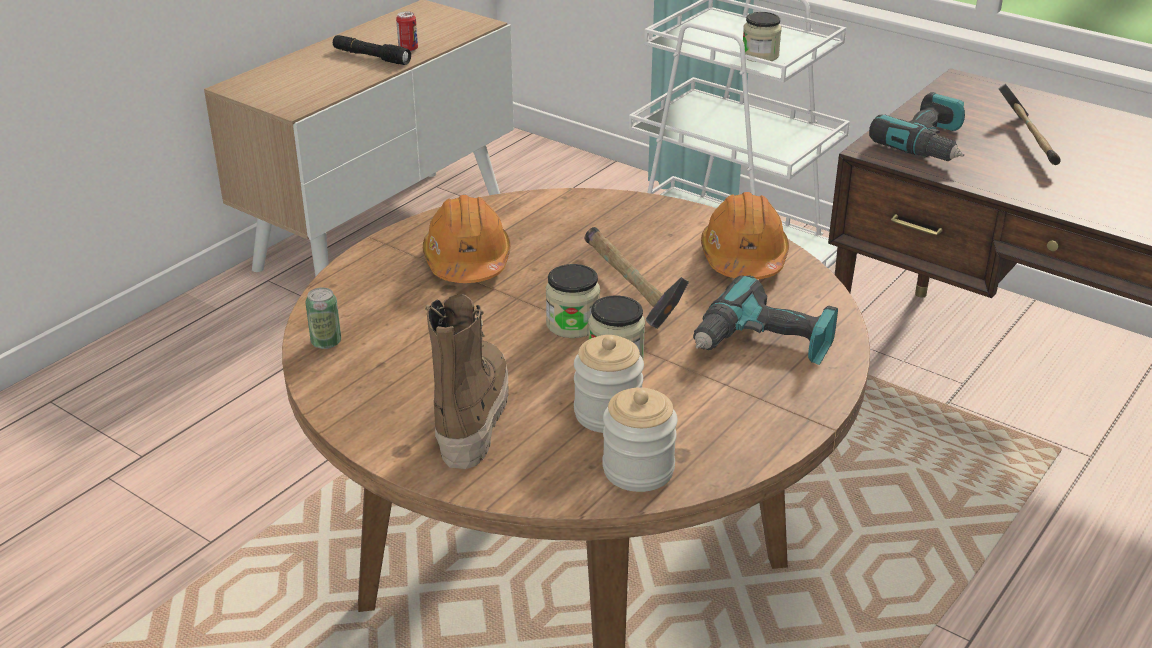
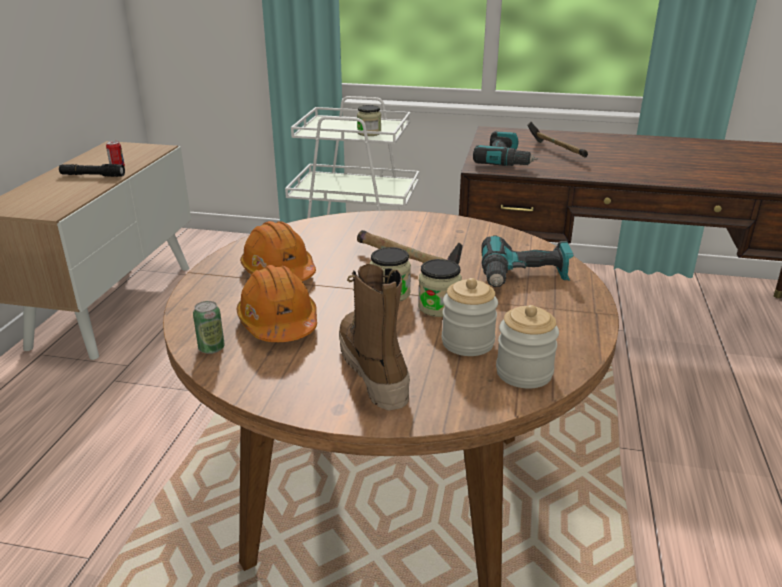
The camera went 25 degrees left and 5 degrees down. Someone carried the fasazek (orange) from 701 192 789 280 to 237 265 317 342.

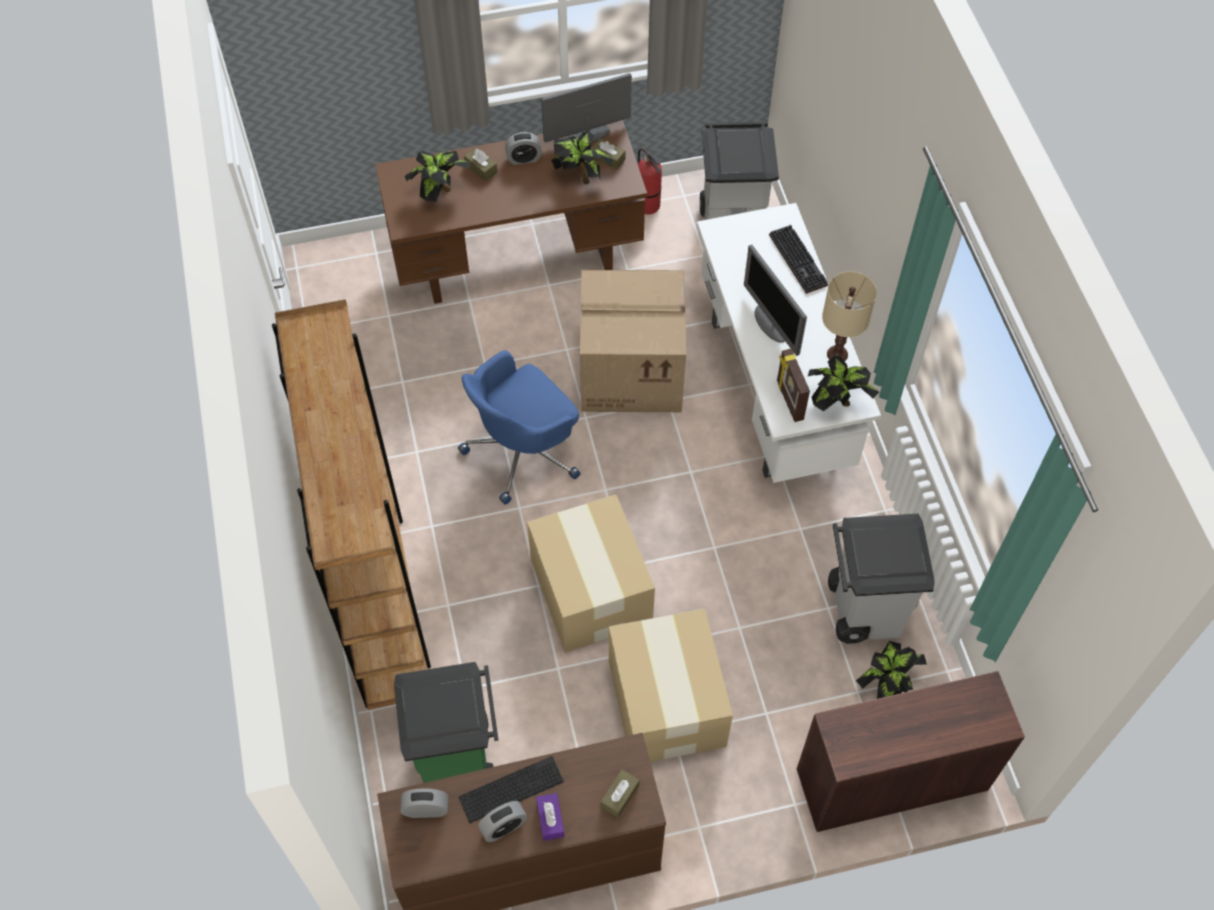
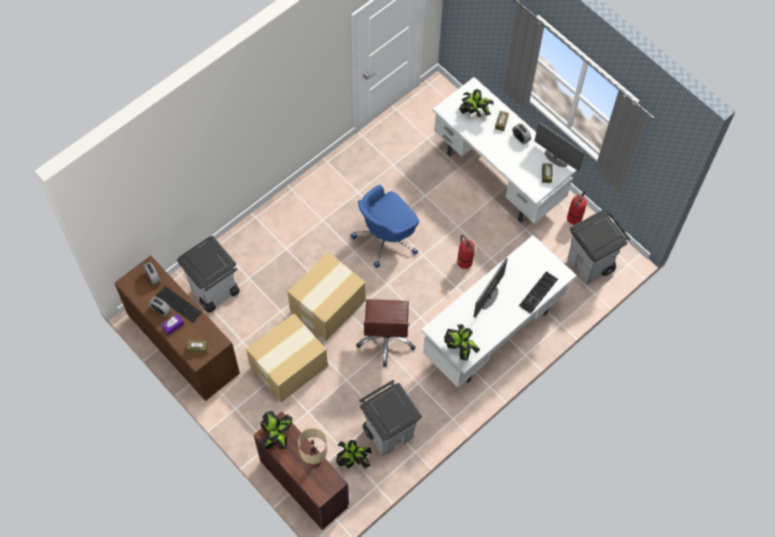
The camera went 60 degrees right and 5 degrees up. Someone repainted the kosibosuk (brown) at 375 120 647 304, which became the kosibosuk (white) at 433 77 577 224. Someone carried the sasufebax from 551 131 613 184 to 260 411 292 450. Someone swapped the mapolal at 580 270 686 412 for the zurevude at 457 235 475 269. Someone carried the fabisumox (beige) from 822 271 877 361 to 298 428 327 468. Someone took away the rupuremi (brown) at 272 299 431 710. Someone took away the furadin at 777 349 810 422. Someone rotated the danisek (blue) at 458 350 581 505 by 60 degrees counterclockwise. Someone repainted the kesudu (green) at 394 662 499 783, which became the kesudu (grey) at 177 236 240 313. Someone put down the danisek (brown) at 356 299 415 367.

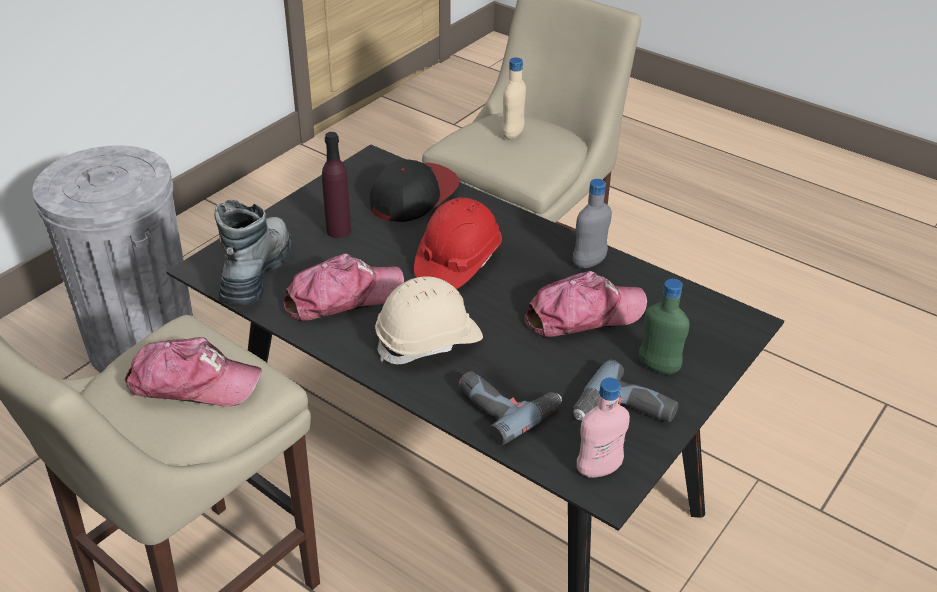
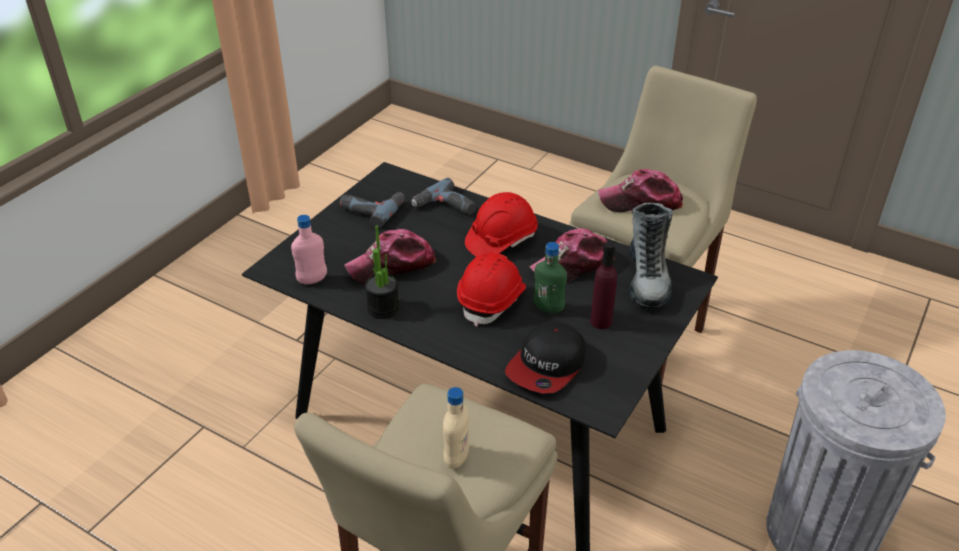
The camera went 175 degrees right and 0 degrees up. Someone swapped the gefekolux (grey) at 573 179 612 268 for the sasufebax at 365 225 400 319. Someone repainted the fasazek (beige) at 375 276 483 364, which became the fasazek (red) at 465 192 538 257. Someone carried the gefekolux (green) from 639 279 690 375 to 533 242 567 313. Someone carried the gefekolux (pink) from 577 378 630 478 to 291 215 327 285.

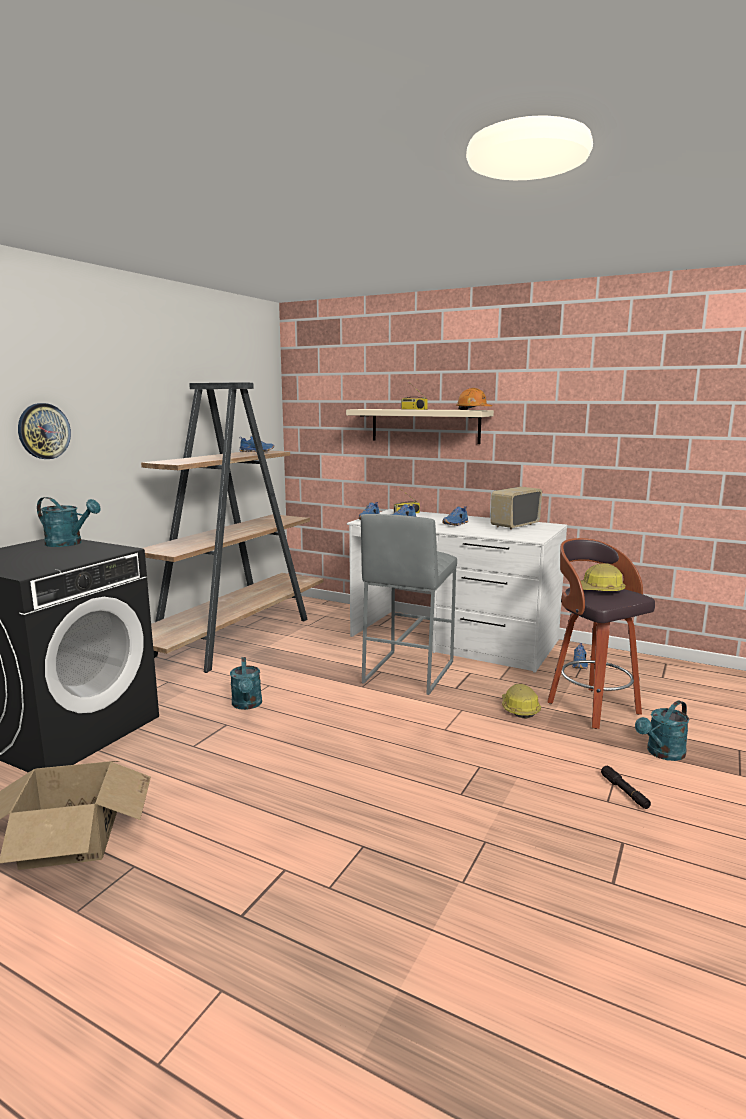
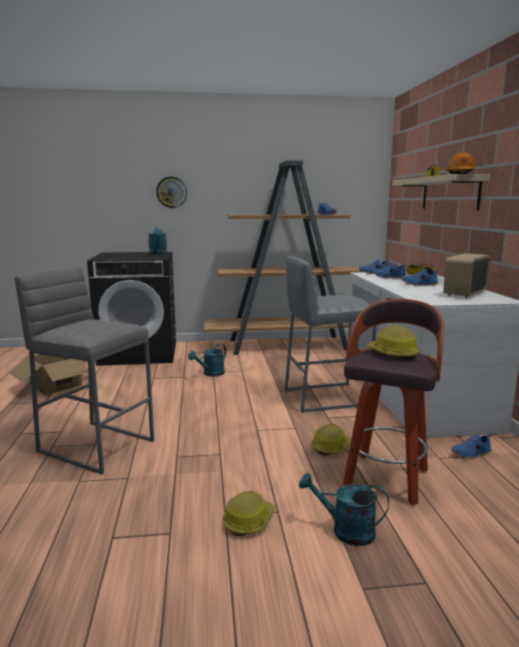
The camera went 55 degrees right and 0 degrees up. Someone rotated the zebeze at 491 487 542 530 by 60 degrees counterclockwise. Someone swapped the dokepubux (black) at 601 766 651 809 for the fasazek at 223 491 275 536. Someone put down the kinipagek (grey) at 15 267 154 474.

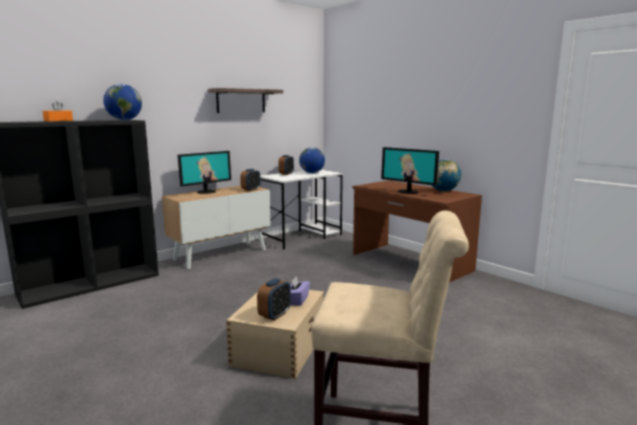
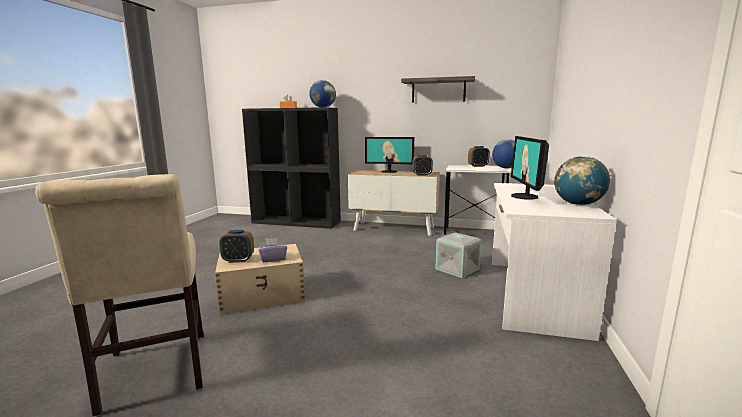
The camera went 55 degrees right and 0 degrees up. Someone repainted the kosibosuk (brown) at 352 180 482 282, which became the kosibosuk (white) at 492 183 617 341. Someone put down the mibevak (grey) at 435 232 481 278.

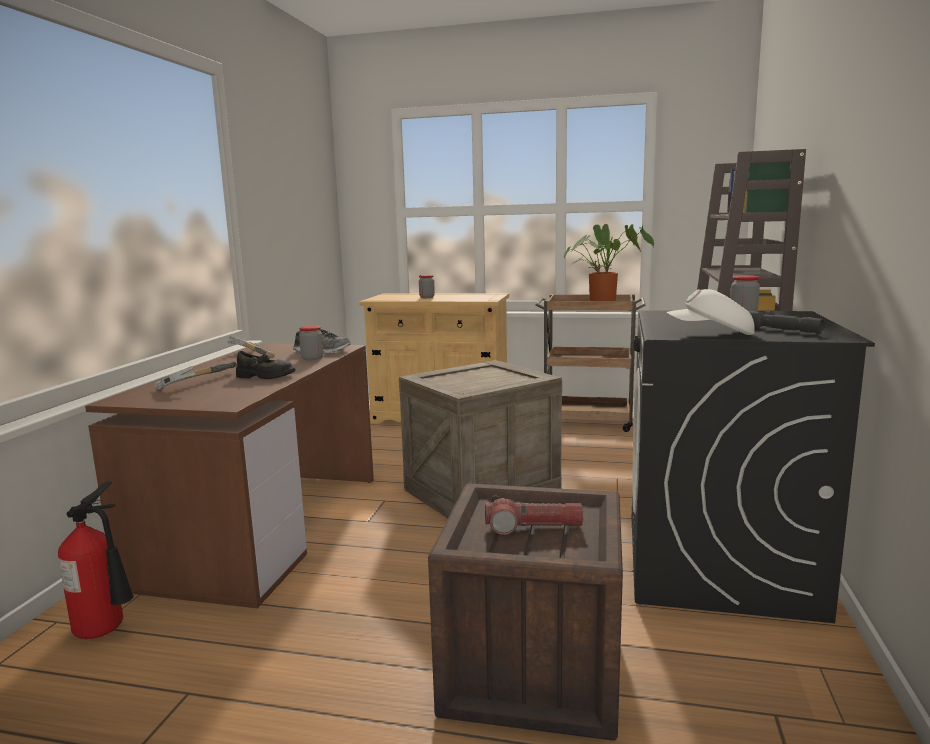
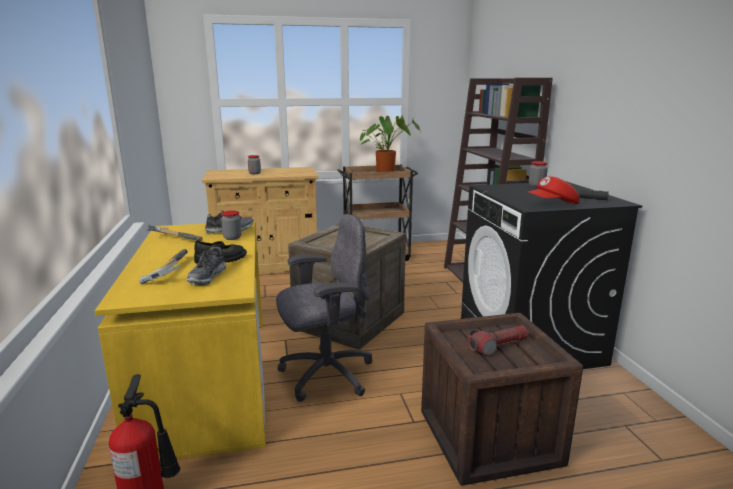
The camera went 25 degrees left and 5 degrees up. Someone repainted the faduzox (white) at 667 289 755 335, which became the faduzox (red) at 528 176 579 204. Someone repainted the kosibosuk (brown) at 85 343 374 608, which became the kosibosuk (yellow) at 95 221 266 461. Someone put down the danisek (grey) at 276 214 372 402. Someone put down the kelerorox at 186 247 226 285.

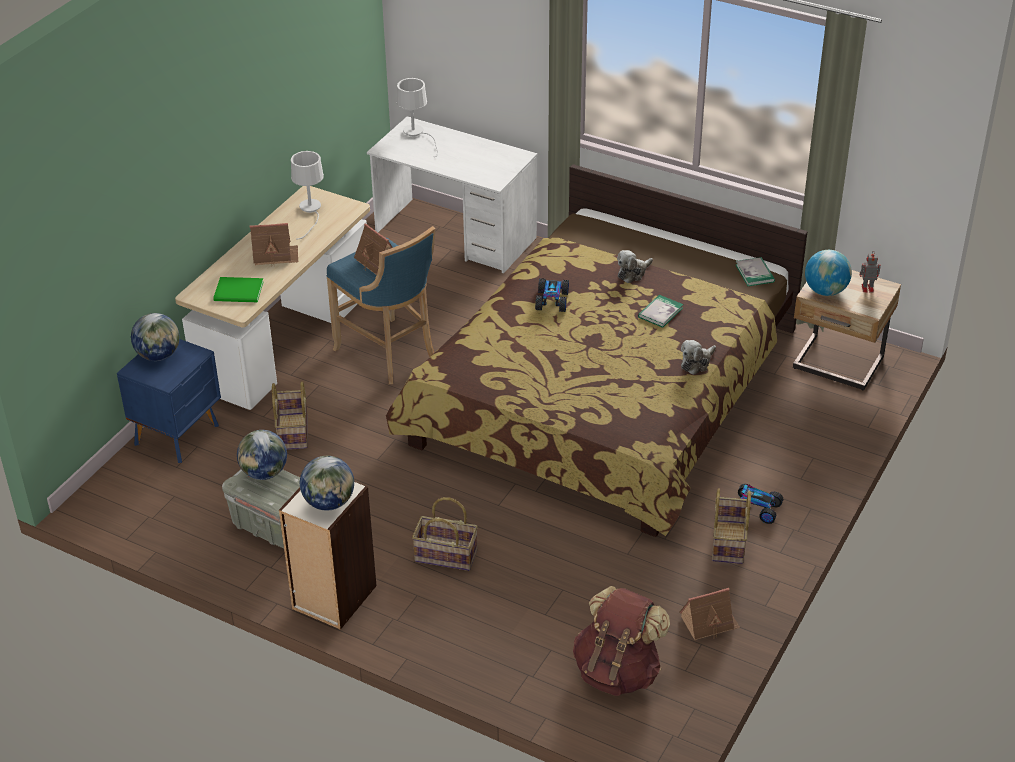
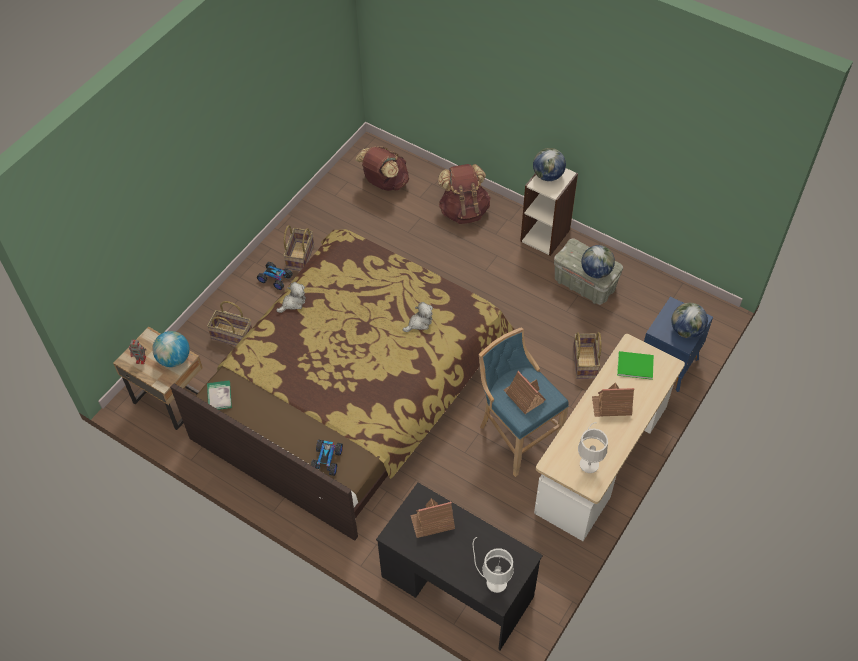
The camera went 175 degrees left and 15 degrees up. Someone repainted the kosibosuk (white) at 367 116 538 274, which became the kosibosuk (black) at 376 483 543 650. Someone carried the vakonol from 617 250 653 283 to 403 302 433 332. Someone carried the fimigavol from 535 278 569 312 to 311 440 343 476. Someone took away the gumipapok at 638 295 683 328. Someone carried the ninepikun from 412 497 478 571 to 207 301 252 345. Someone carried the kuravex from 679 588 740 640 to 410 498 455 538. Someone put down the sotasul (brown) at 438 164 491 224.

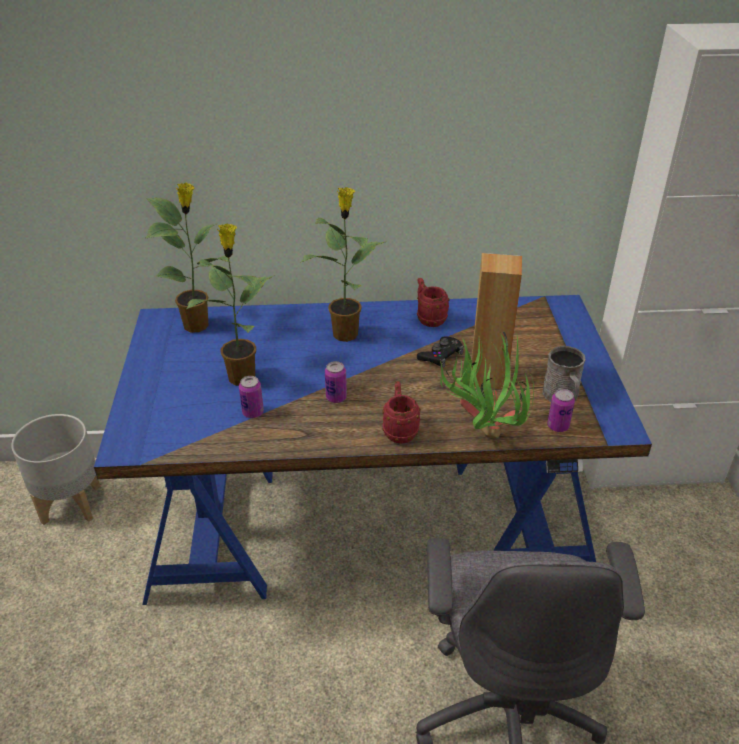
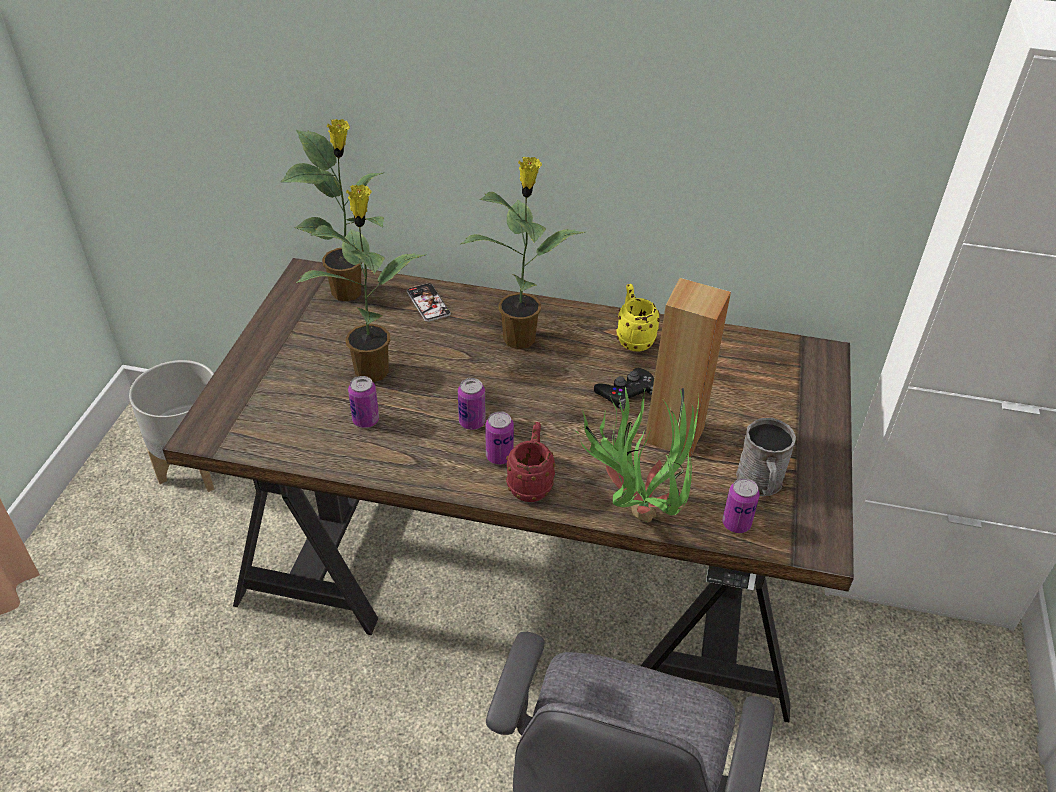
The camera went 15 degrees right and 5 degrees up. Someone repainted the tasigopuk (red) at 417 278 450 327, which became the tasigopuk (yellow) at 616 284 660 352. Someone repainted the kosibosuk (blue) at 94 295 652 605, which became the kosibosuk (brown) at 162 258 854 722. Someone put down the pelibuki at 407 283 451 322. Someone put down the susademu at 485 411 514 464.

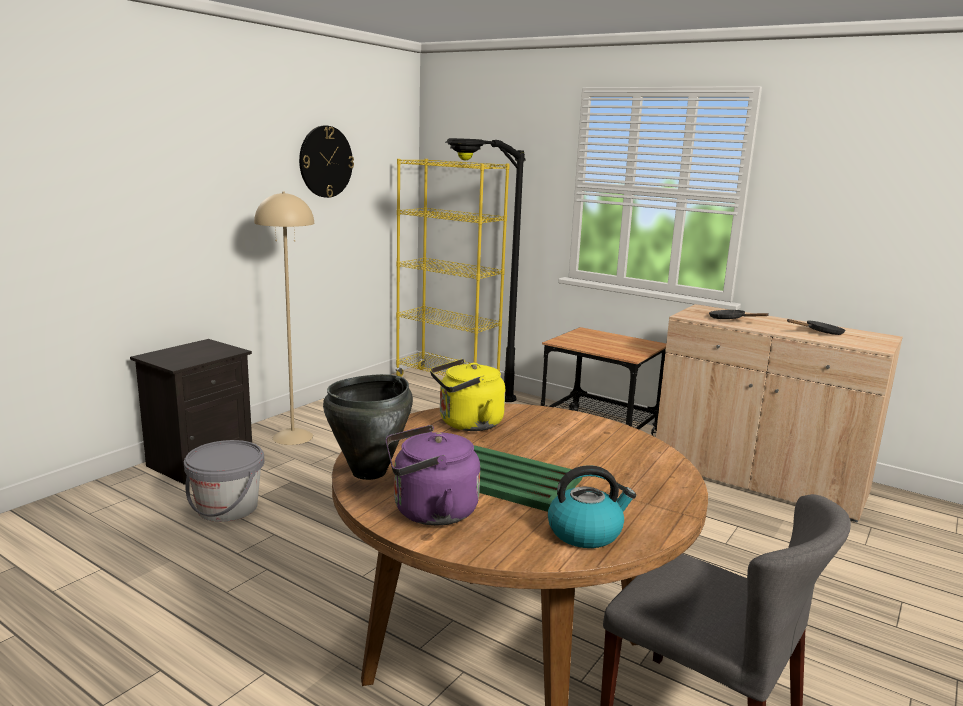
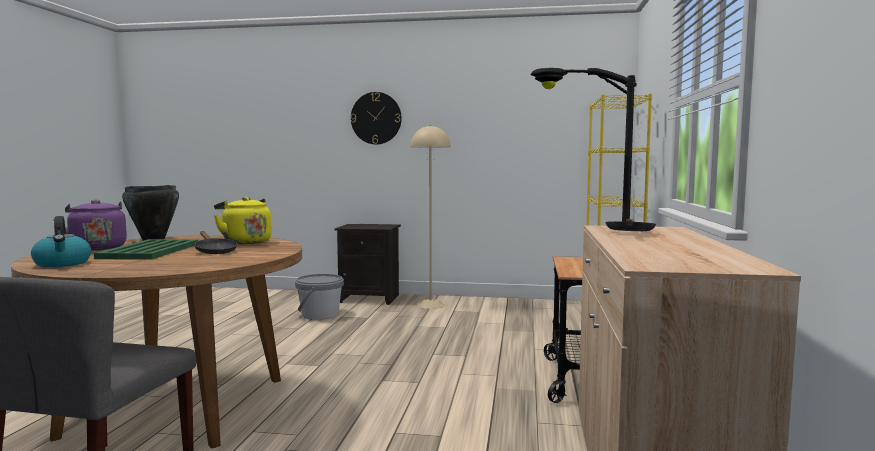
The camera went 65 degrees right and 10 degrees down. Someone carried the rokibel from 299 126 354 198 to 351 92 402 145. Someone carried the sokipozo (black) from 787 319 846 335 to 194 231 237 254.

